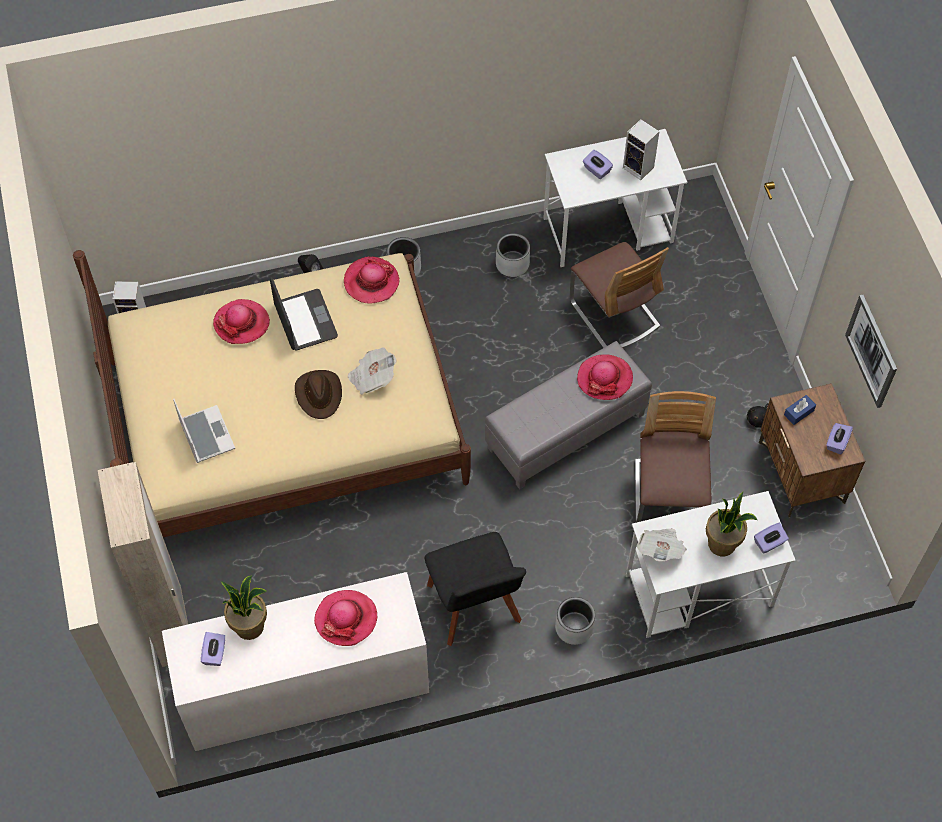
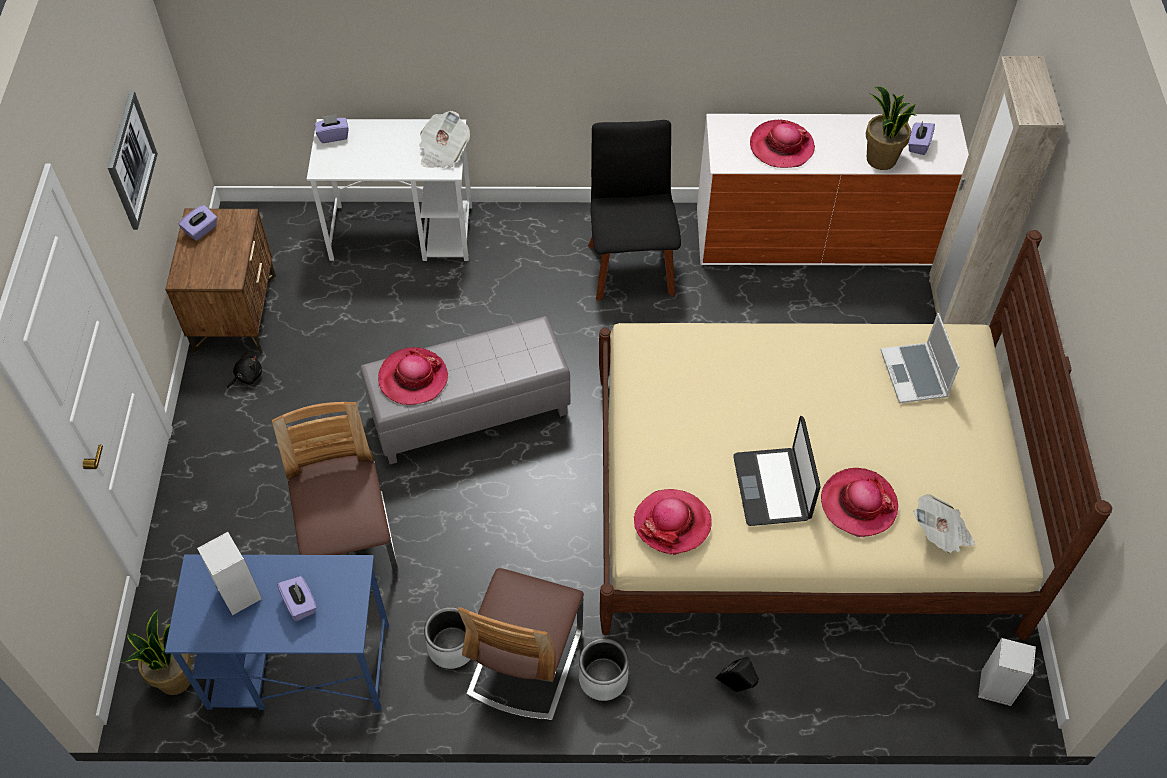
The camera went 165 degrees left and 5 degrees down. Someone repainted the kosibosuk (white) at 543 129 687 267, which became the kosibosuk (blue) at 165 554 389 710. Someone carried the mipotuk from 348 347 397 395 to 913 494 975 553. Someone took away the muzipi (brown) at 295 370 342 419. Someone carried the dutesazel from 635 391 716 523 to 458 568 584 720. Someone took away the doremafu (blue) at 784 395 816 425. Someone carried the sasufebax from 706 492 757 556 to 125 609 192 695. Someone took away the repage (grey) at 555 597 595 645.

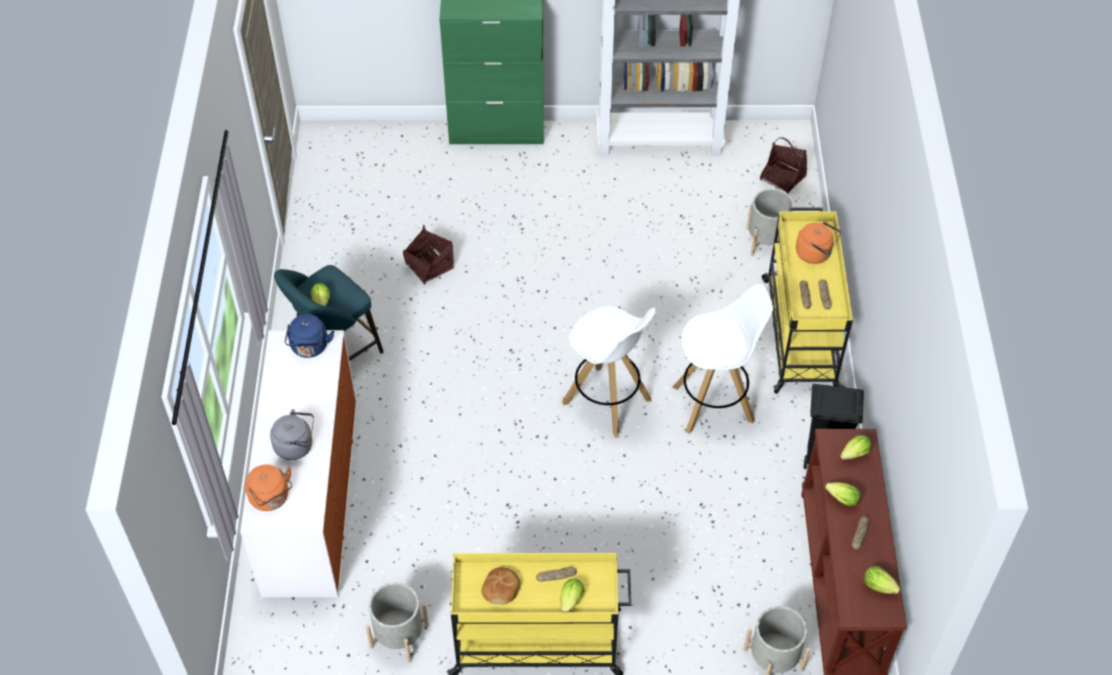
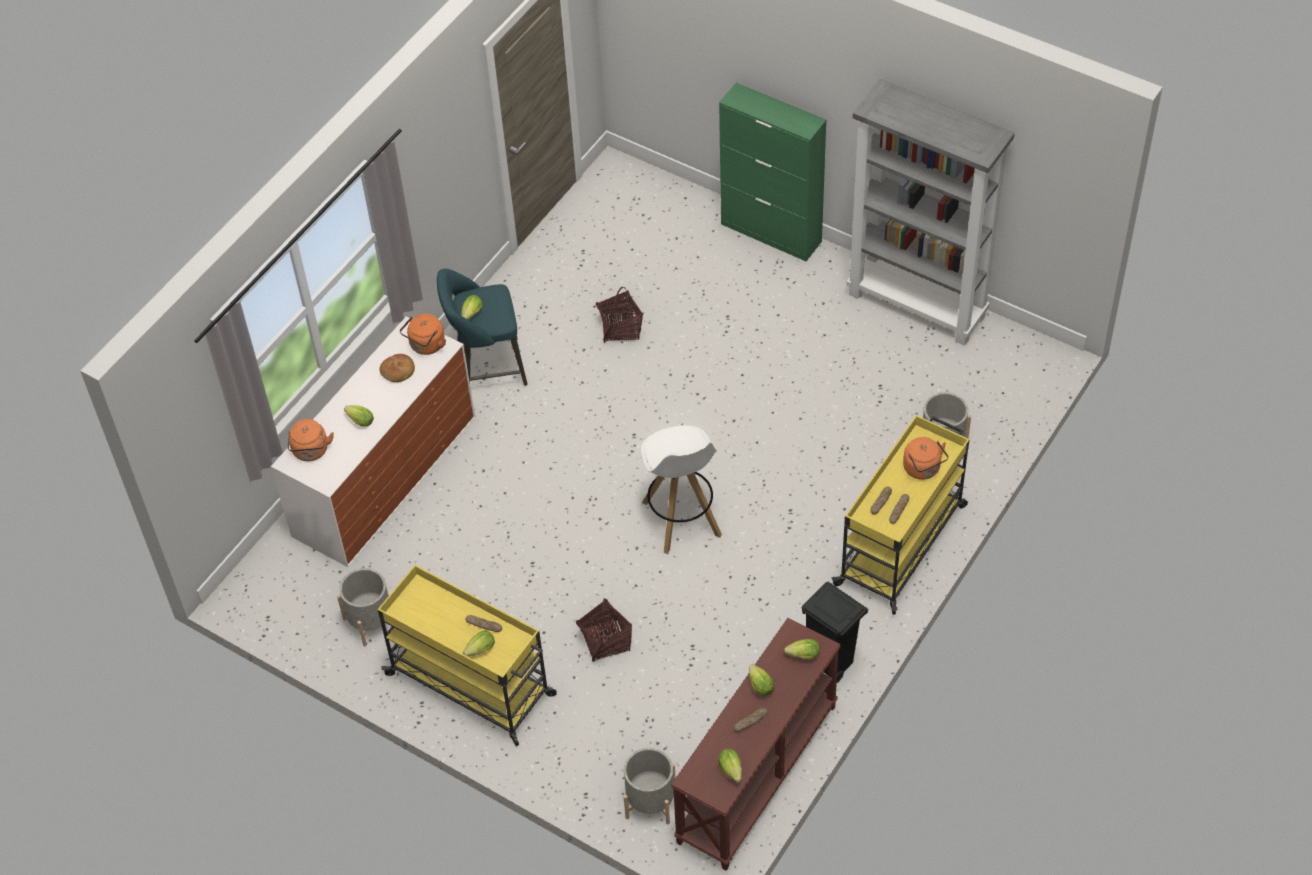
The camera went 35 degrees right and 0 degrees up. Someone carried the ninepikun from 760 137 807 194 to 576 598 632 662. Someone took away the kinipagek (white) at 672 284 773 434. Someone repainted the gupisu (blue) at 285 314 334 358, which became the gupisu (orange) at 400 314 446 355. Someone swapped the gupisu (grey) at 270 409 314 460 for the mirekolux at 344 405 374 427. Someone carried the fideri from 481 567 521 604 to 380 354 415 382.

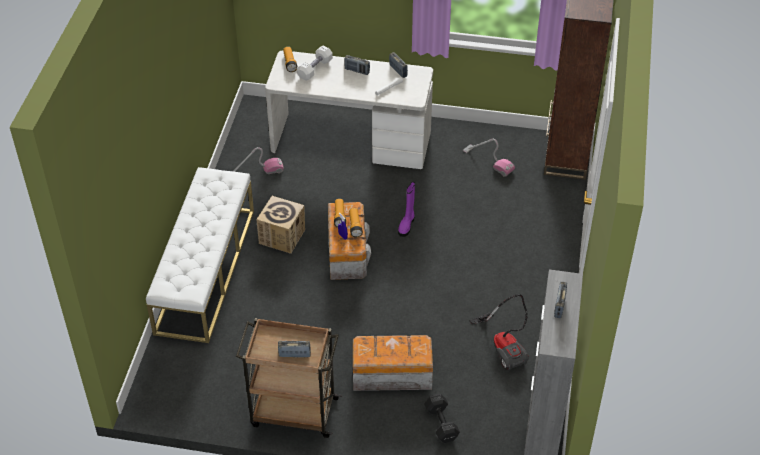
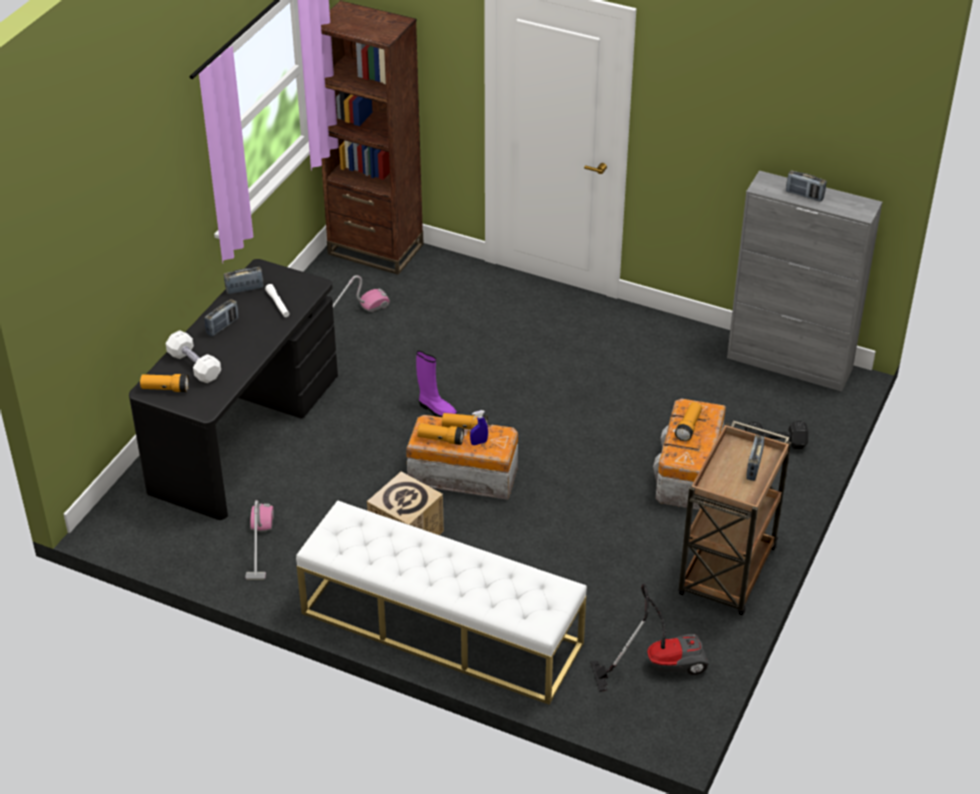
The camera went 75 degrees left and 5 degrees down. Someone repainted the kosibosuk (white) at 265 51 433 169, which became the kosibosuk (black) at 129 259 338 520. Someone carried the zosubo from 470 294 529 371 to 590 584 709 692. Someone put down the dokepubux at 675 402 702 441.

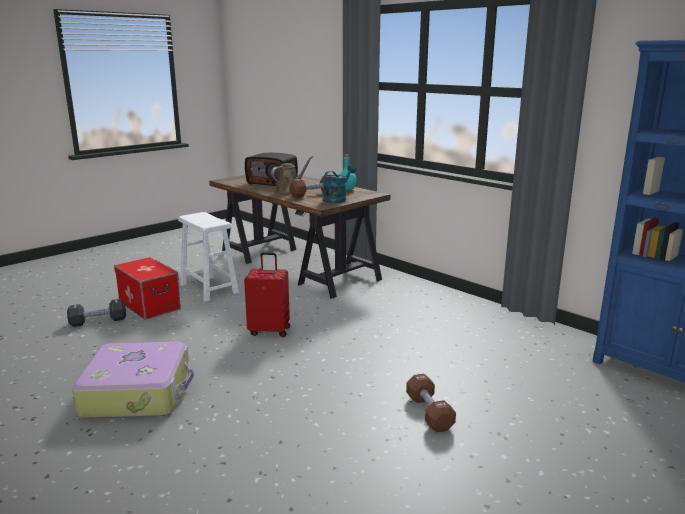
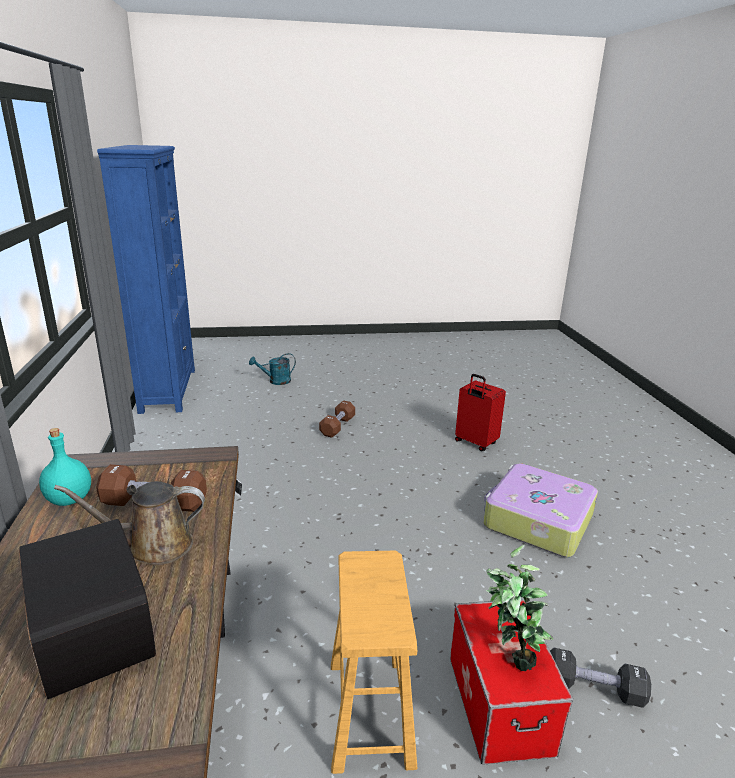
The camera went 145 degrees left and 5 degrees up. Someone carried the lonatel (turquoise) from 323 165 356 203 to 249 353 296 385. Someone repainted the kinipagek (white) at 178 212 239 302, which became the kinipagek (brown) at 331 551 418 774. Someone carried the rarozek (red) from 244 252 290 337 to 455 374 506 451. Someone put down the sasufebax at 486 545 553 671.

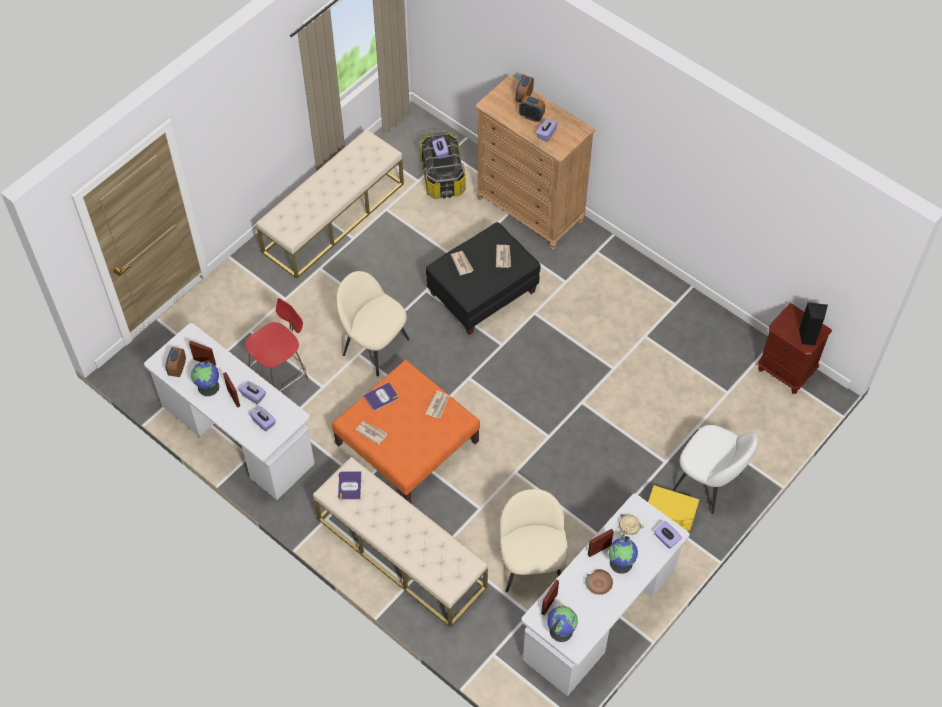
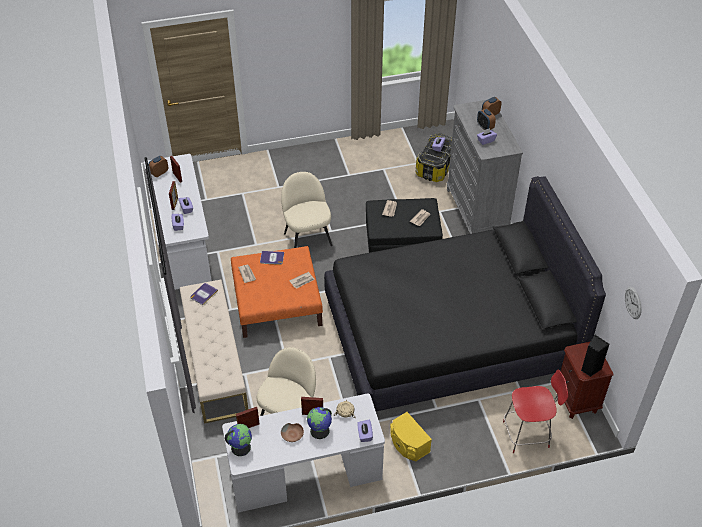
The camera went 35 degrees right and 10 degrees down. Someone repainted the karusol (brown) at 476 75 596 250, which became the karusol (grey) at 447 100 523 234. Someone took away the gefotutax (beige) at 256 129 404 279. Someone carried the kinipagek (red) from 245 298 308 392 to 503 369 568 453. Someone took away the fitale at 191 360 219 396. Someone took away the dutesazel (white) at 673 425 758 514. Someone put down the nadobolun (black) at 324 176 606 411. Someone put up the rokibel at 625 287 642 319.

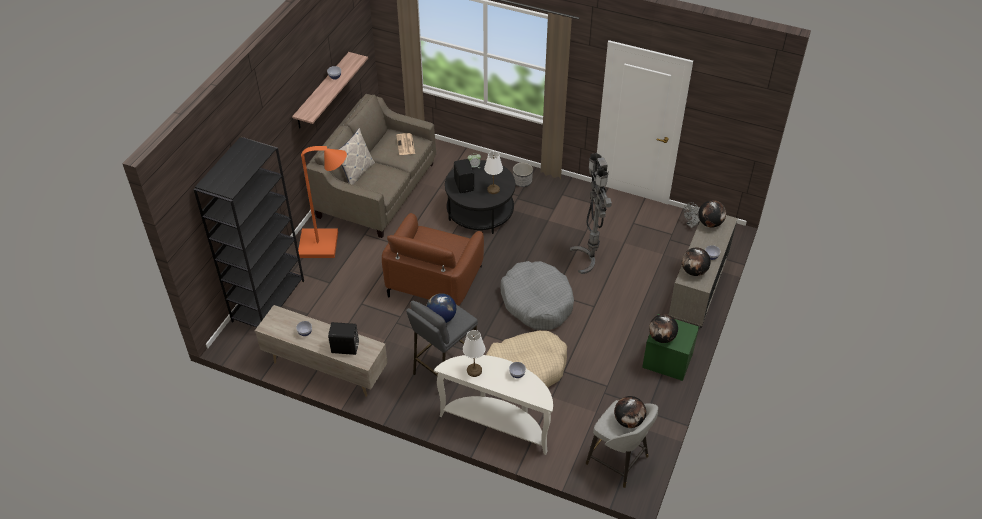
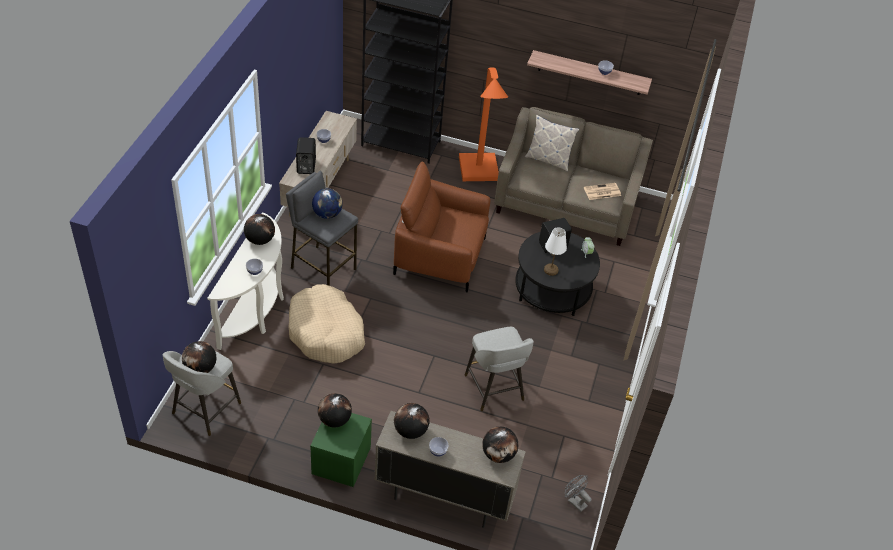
The camera went 80 degrees right and 0 degrees up. Someone swapped the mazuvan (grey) at 570 153 612 274 for the kinipagek (grey) at 465 327 534 411. Someone took away the repage at 513 162 533 187. Someone took away the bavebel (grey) at 501 261 574 330. Someone swapped the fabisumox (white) at 463 330 485 377 for the fitale at 244 214 275 245.

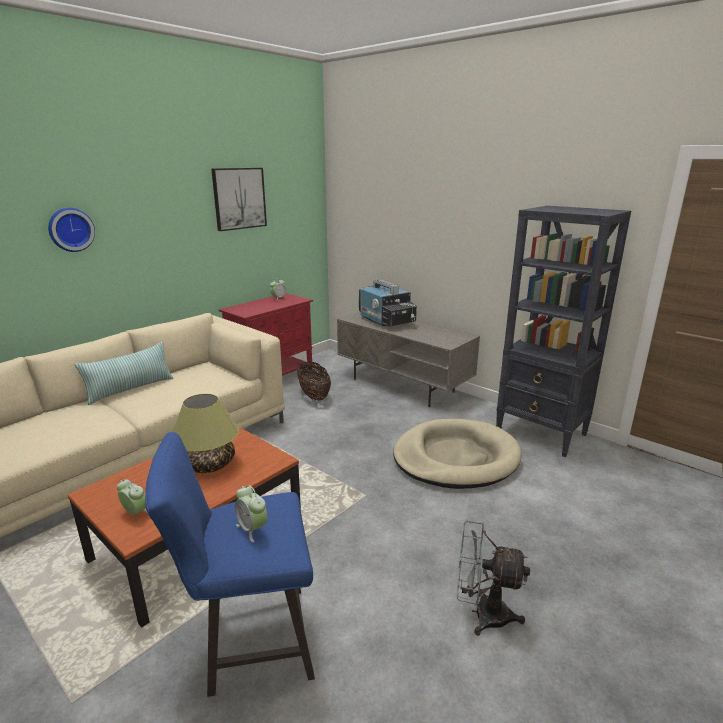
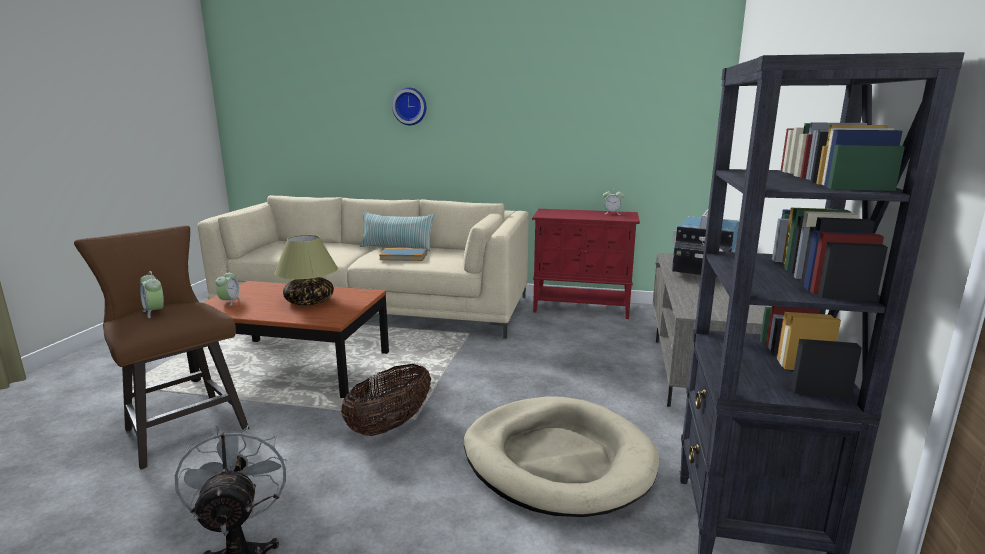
The camera went 60 degrees right and 5 degrees down. Someone took away the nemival at 211 168 267 231. Someone carried the ninepikun from 297 362 331 401 to 341 364 431 436. Someone repainted the kinipagek (blue) at 145 432 315 697, which became the kinipagek (brown) at 74 225 249 469. Someone rotated the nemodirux at 235 485 267 542 by 60 degrees counterclockwise. Someone put down the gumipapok at 379 248 427 261.

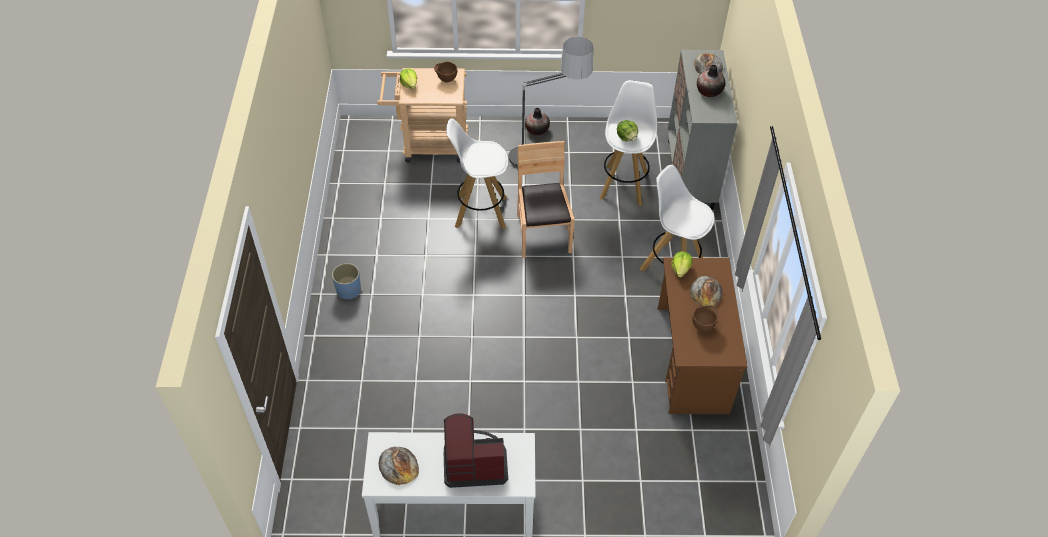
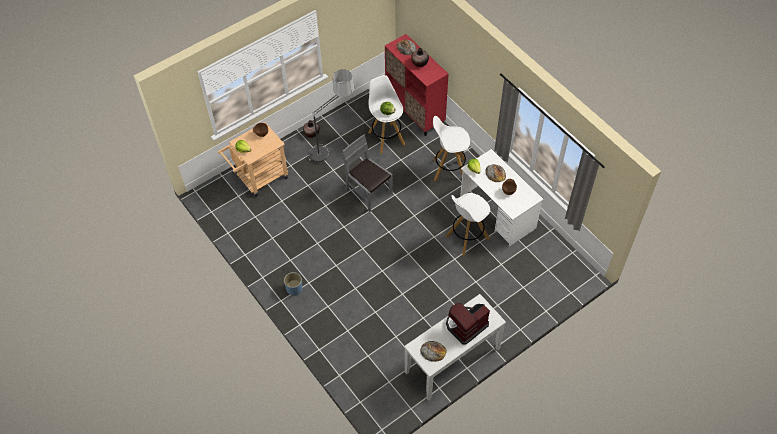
The camera went 35 degrees left and 5 degrees up. Someone repainted the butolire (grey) at 668 50 737 210, which became the butolire (red) at 385 34 449 136. Someone carried the kinipagek (white) from 446 119 508 229 to 446 193 490 256. Someone repainted the dutesazel (brown) at 517 141 575 258, which became the dutesazel (grey) at 342 134 393 212. Someone repainted the kosibosuk (brown) at 658 258 748 414, which became the kosibosuk (white) at 460 149 543 247.

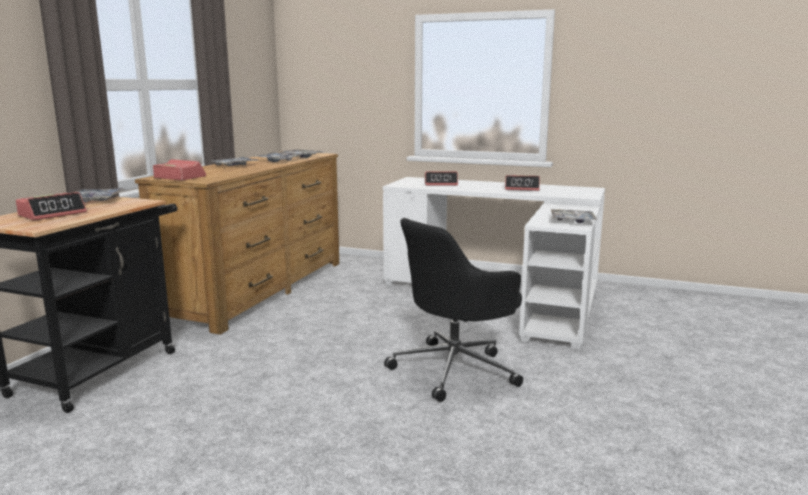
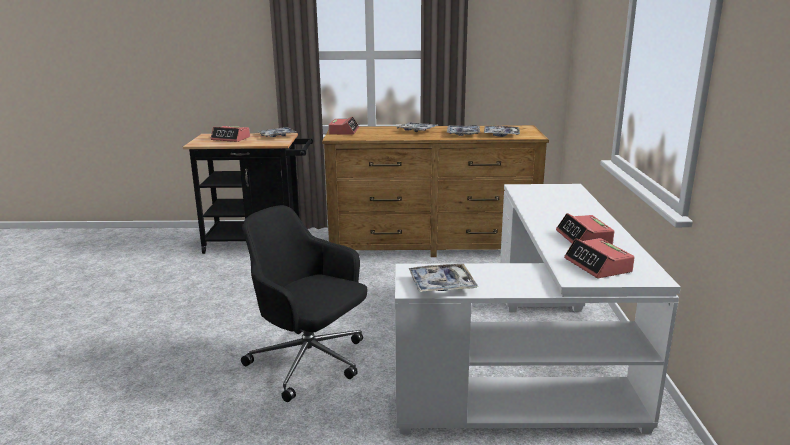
The camera went 70 degrees right and 5 degrees up. Someone carried the nemodirux from 425 171 458 186 to 564 238 635 278.

